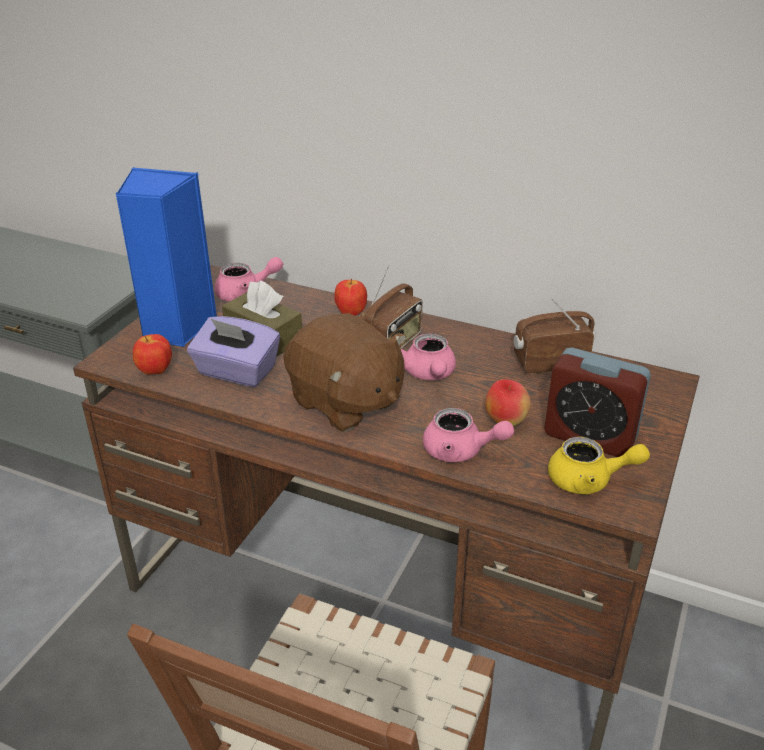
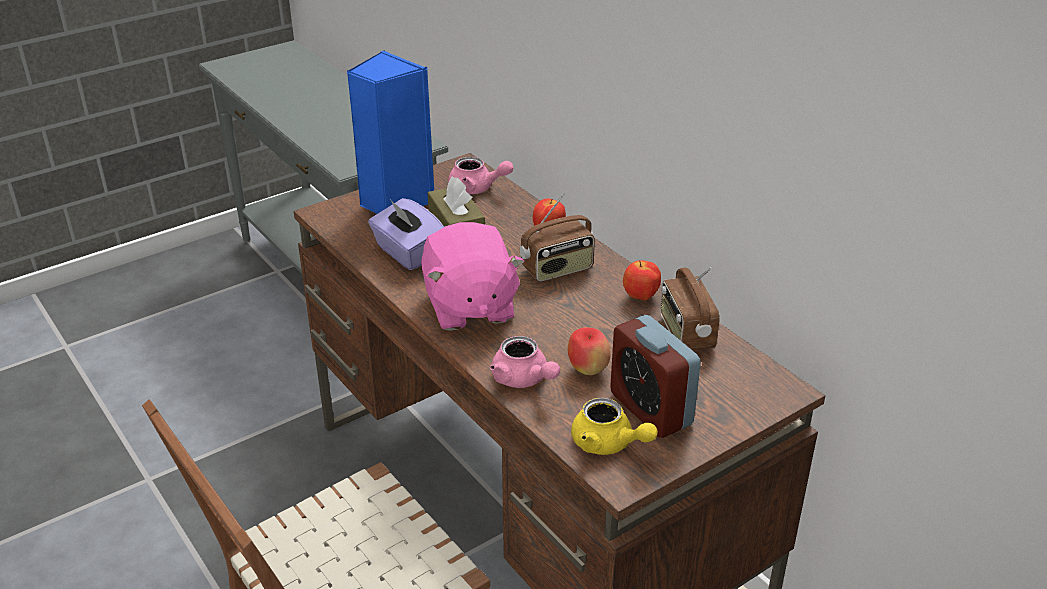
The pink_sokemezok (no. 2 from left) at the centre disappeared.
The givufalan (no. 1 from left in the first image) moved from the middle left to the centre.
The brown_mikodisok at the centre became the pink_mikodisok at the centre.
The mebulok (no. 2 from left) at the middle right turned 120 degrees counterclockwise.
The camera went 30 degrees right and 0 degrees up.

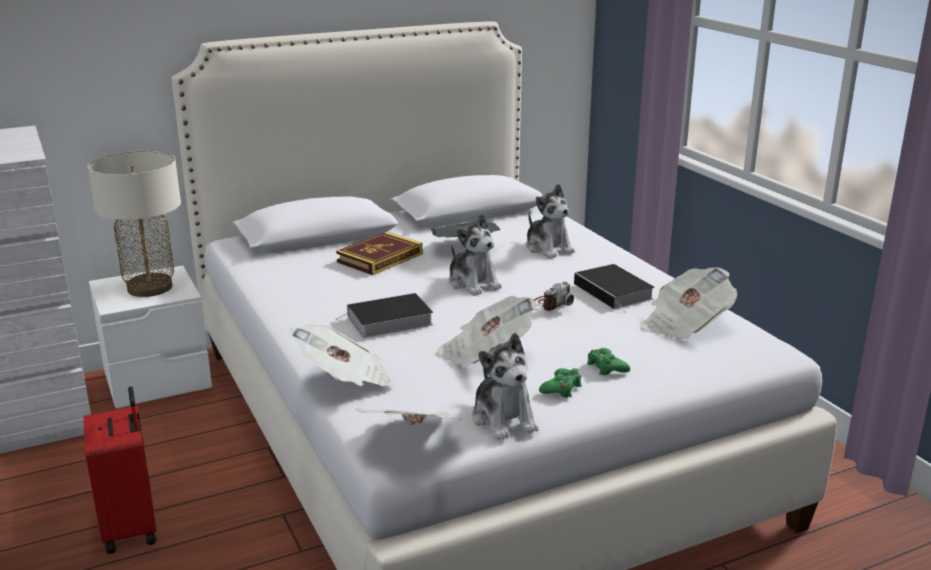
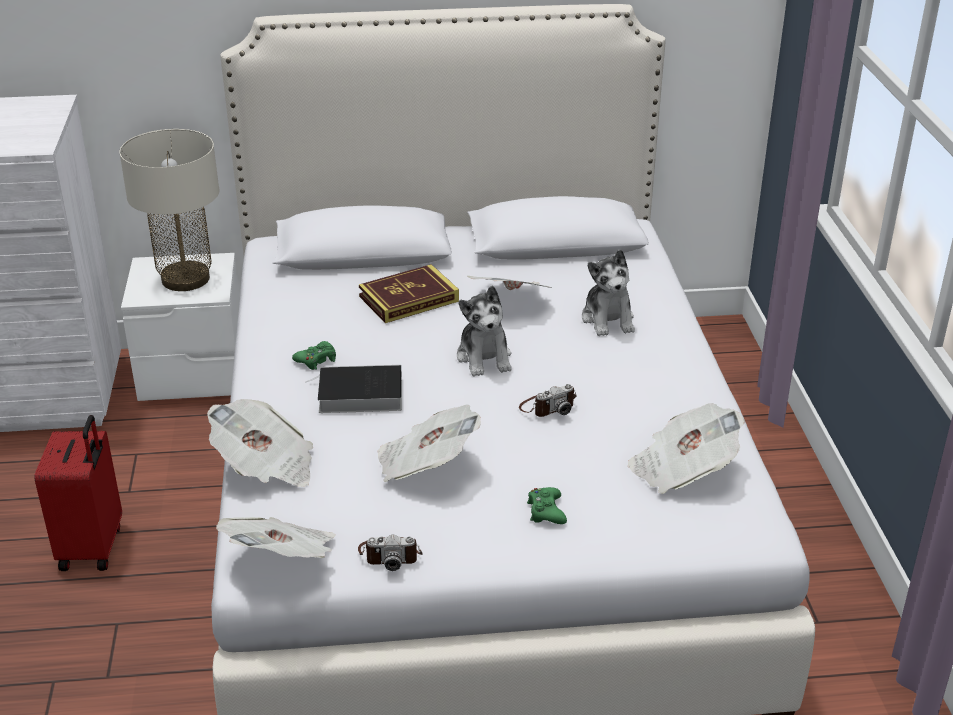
The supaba (no. 3 from left) at the centre disappeared.
The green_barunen (no. 1 from left) moved from the bottom centre to the middle left.
The mikodisok (no. 2 from left) at the bottom centre was replaced by the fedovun (no. 1 from left) at the bottom centre.
The camera went 20 degrees right and 10 degrees up.

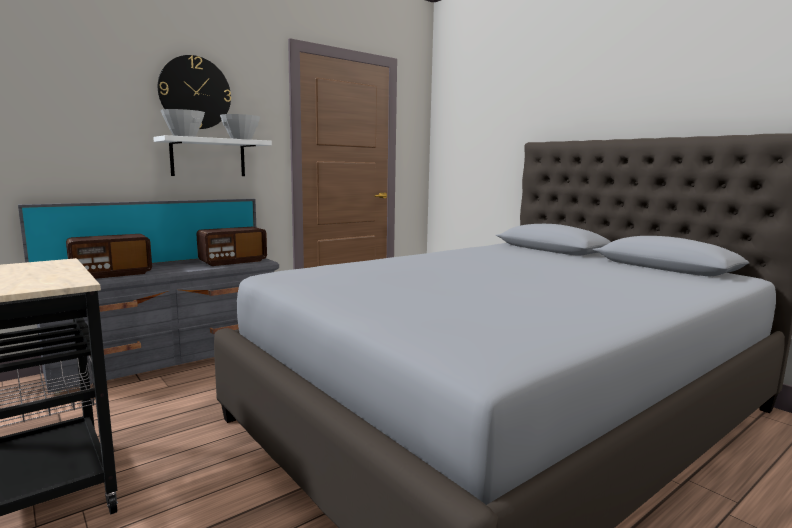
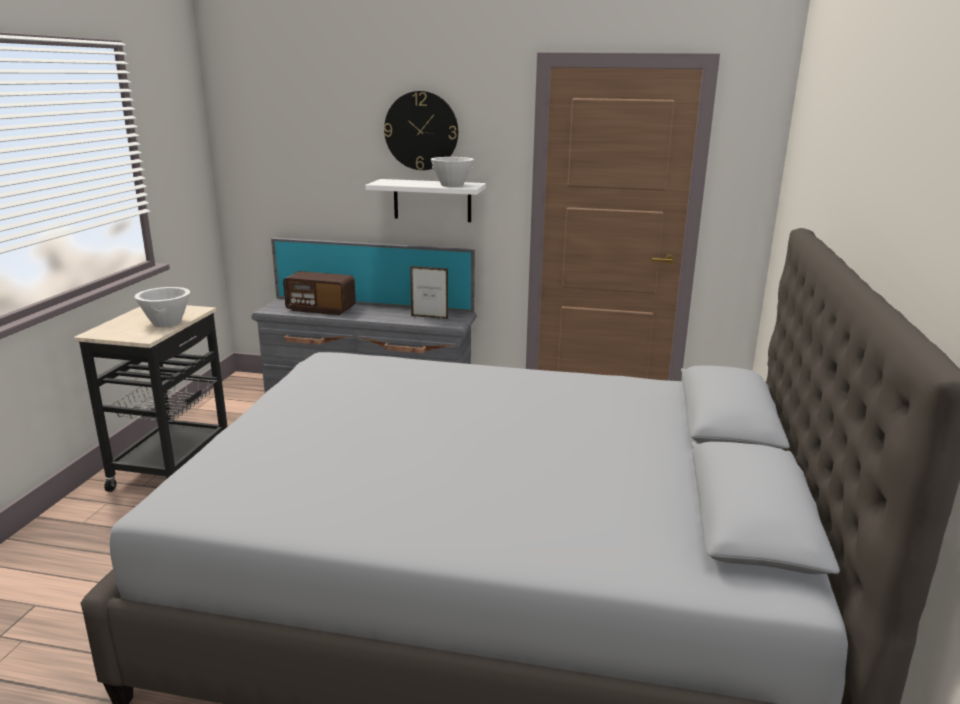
The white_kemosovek (no. 1 from left) moved from the top left to the middle left.
The mebulok (no. 2 from left) at the middle left was replaced by the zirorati at the centre.
The camera went 50 degrees right and 10 degrees up.

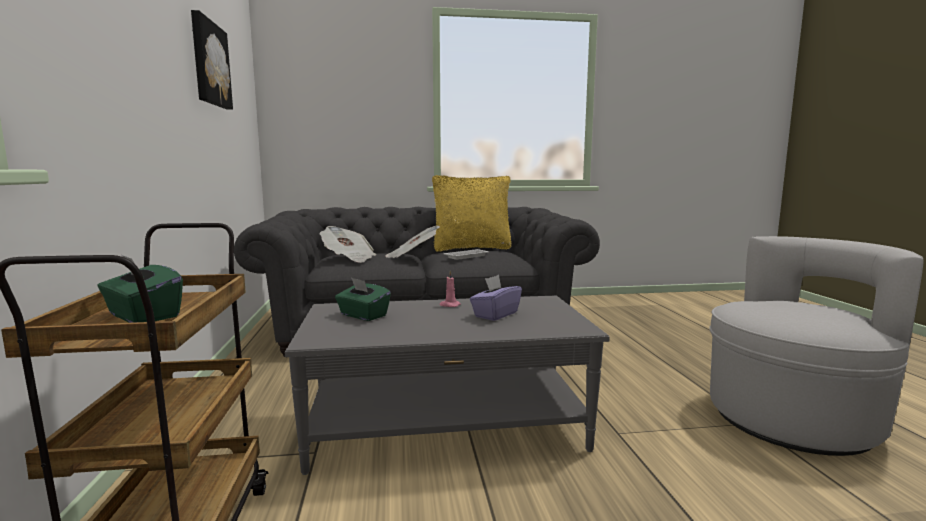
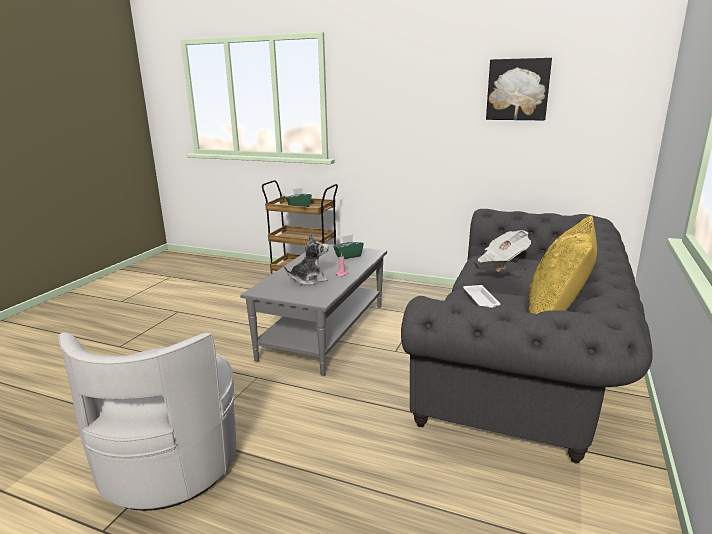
The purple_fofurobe at the centre was replaced by the mikodisok at the centre.
The camera went 120 degrees right and 10 degrees up.

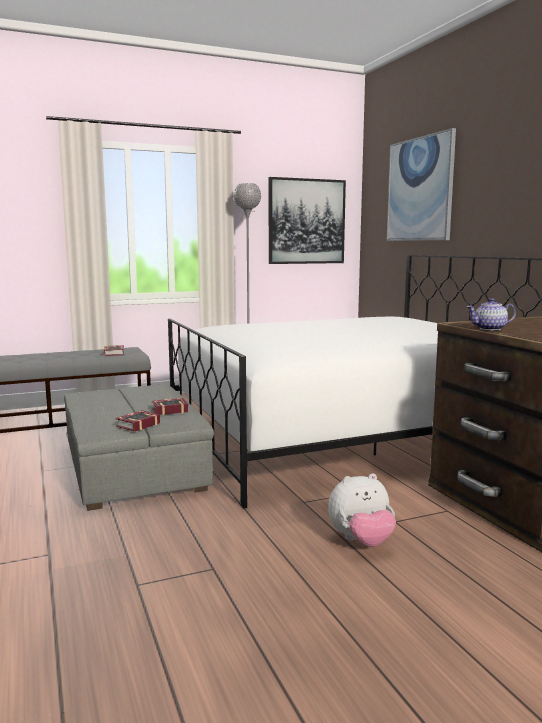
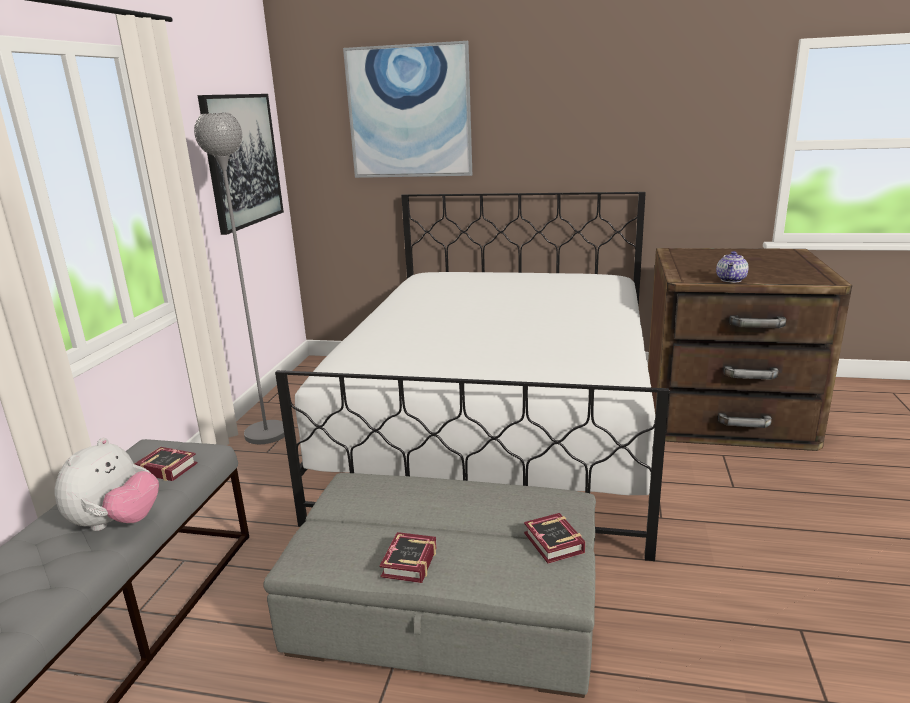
The supaba (no. 3 from left in the first image) moved from the middle left to the bottom centre.
The mikodisok moved from the bottom right to the bottom left.
The camera went 55 degrees left and 10 degrees up.

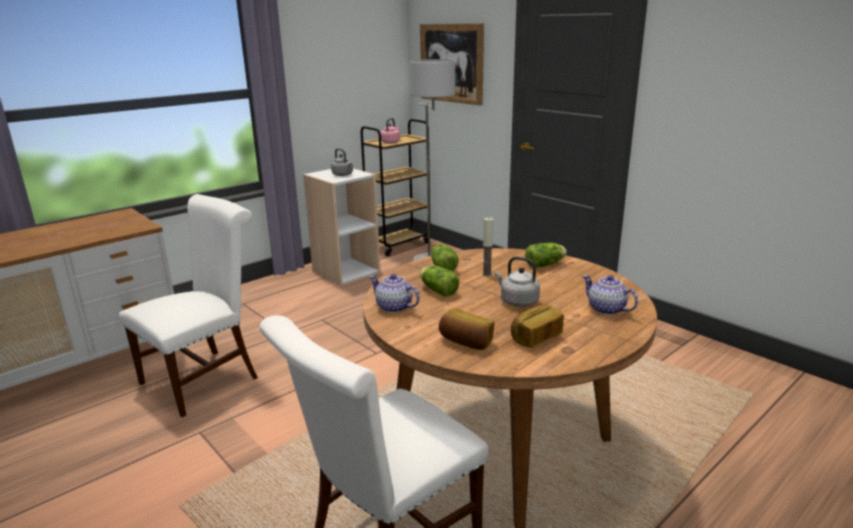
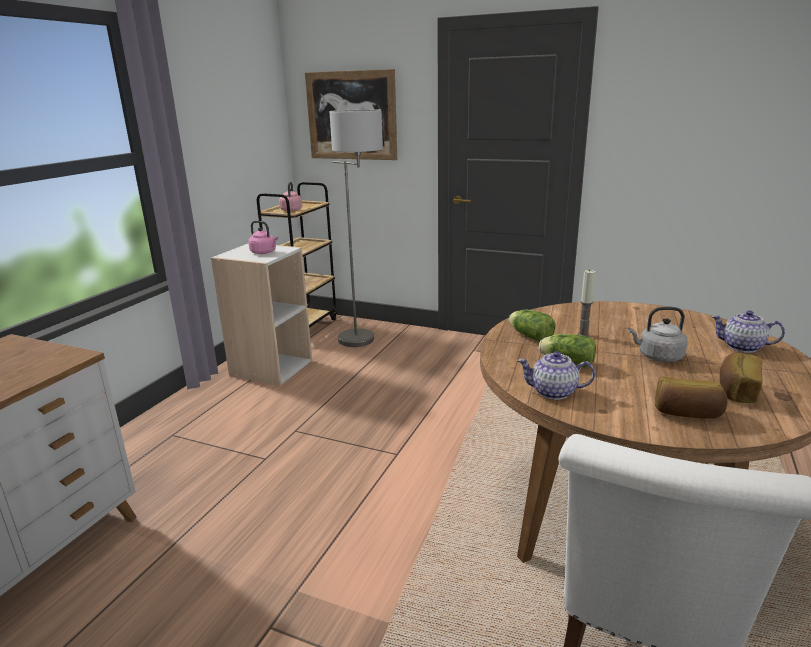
The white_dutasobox (no. 1 from left) at the middle left disappeared.
The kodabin (no. 3 from left) at the centre disappeared.
The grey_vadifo (no. 1 from left) at the top centre became the pink_vadifo (no. 1 from left) at the middle left.
The camera went 25 degrees left and 0 degrees up.

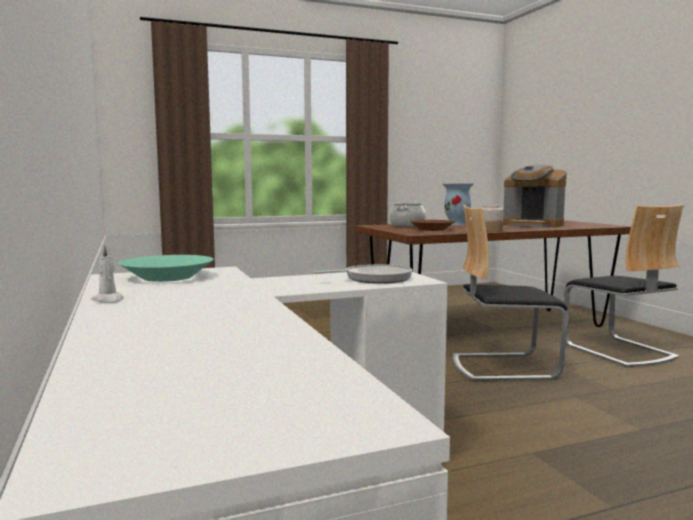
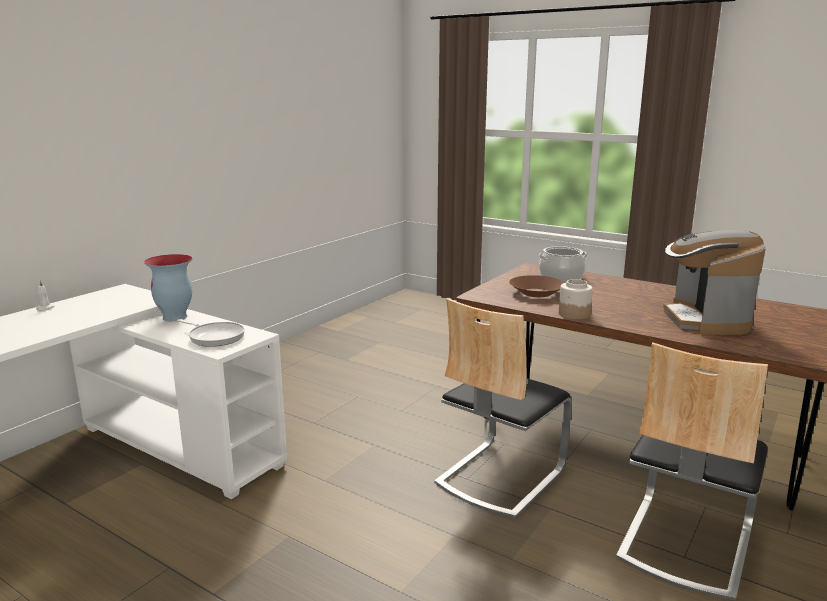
The turquoise_kemosovek at the middle left disappeared.
The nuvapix moved from the centre to the middle left.
The dutasobox (no. 1 from left) at the middle right turned 105 degrees counterclockwise.
The camera went 55 degrees right and 10 degrees up.

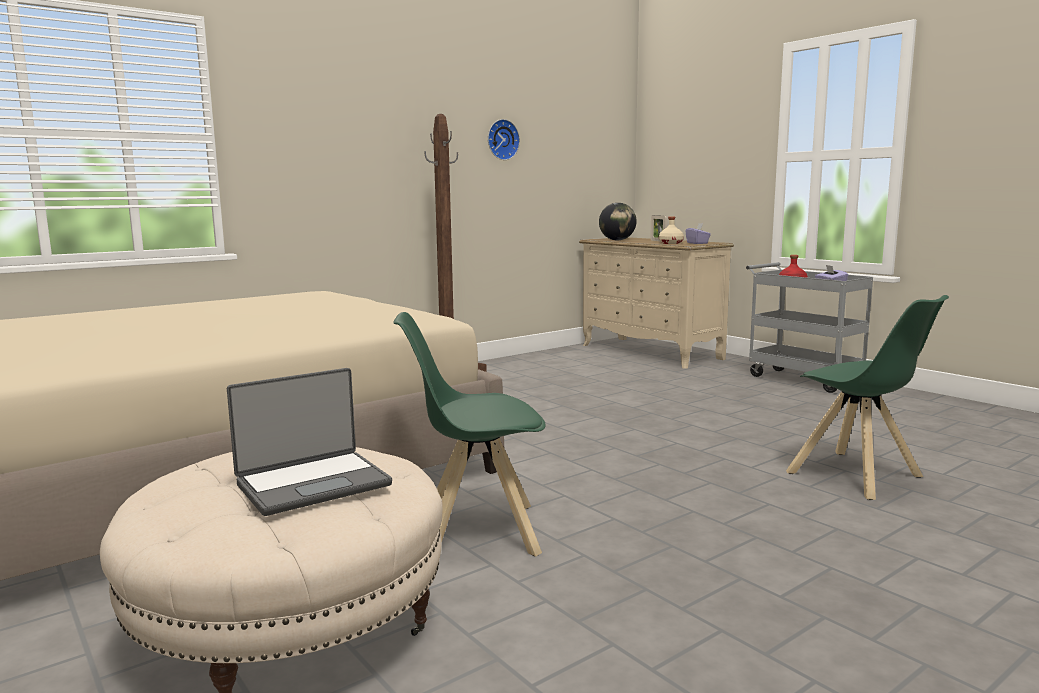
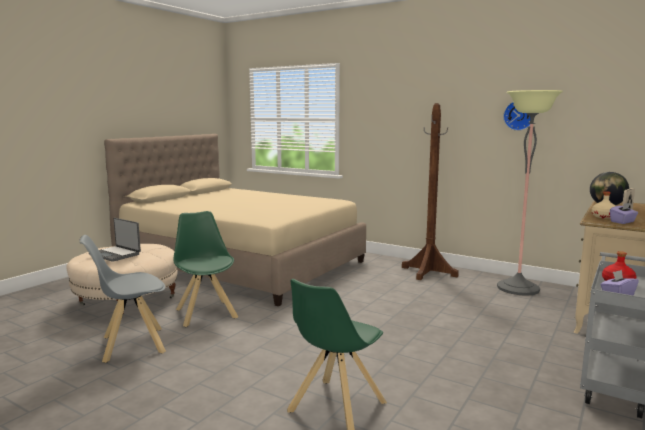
The grey_dutasobox at the bottom left appeared.
The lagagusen at the middle right appeared.
The camera went 70 degrees right and 0 degrees up.

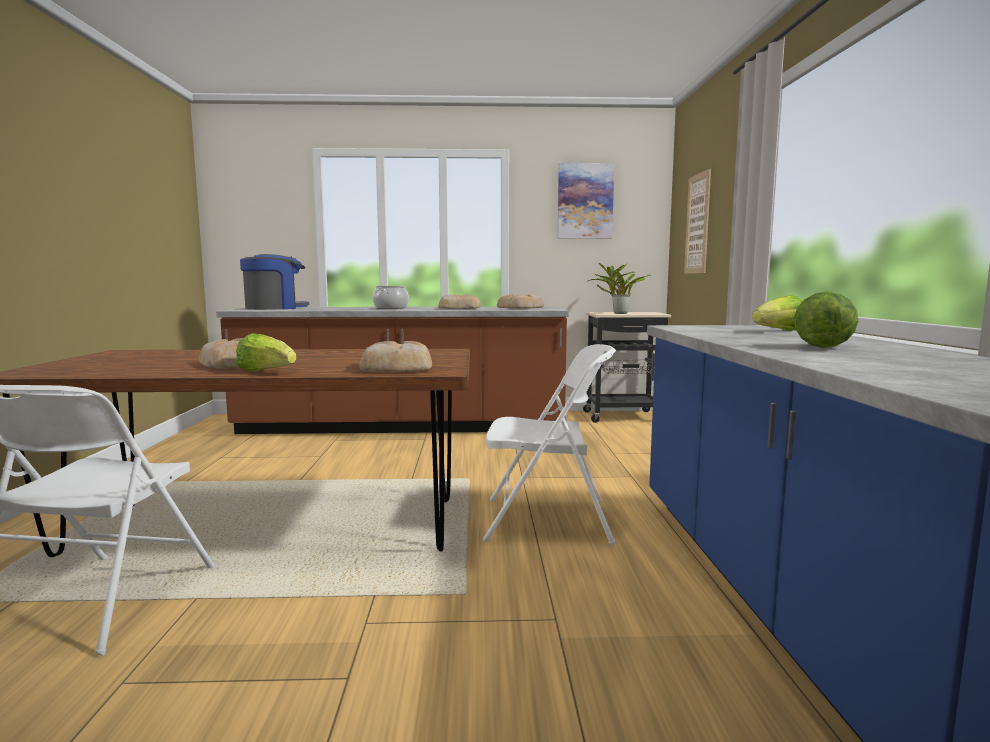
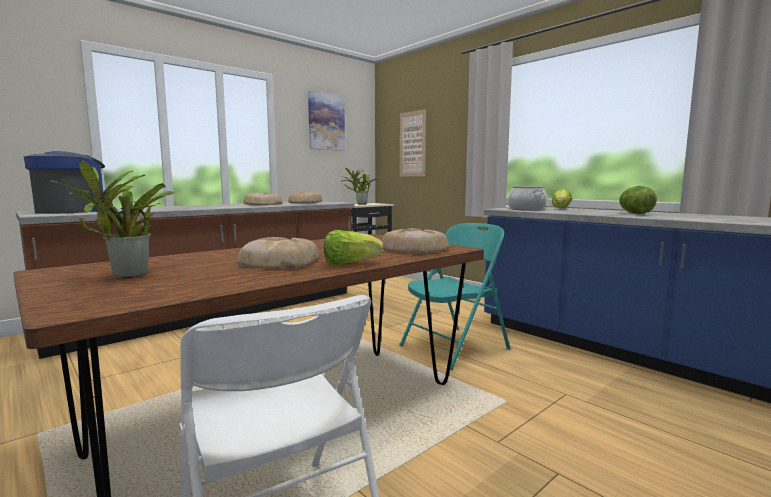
The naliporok (no. 1 from left) at the middle left appeared.
The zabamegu moved from the centre to the middle right.
The white_dutasobox (no. 2 from left) at the centre became the turquoise_dutasobox at the centre.
The camera went 40 degrees left and 0 degrees up.

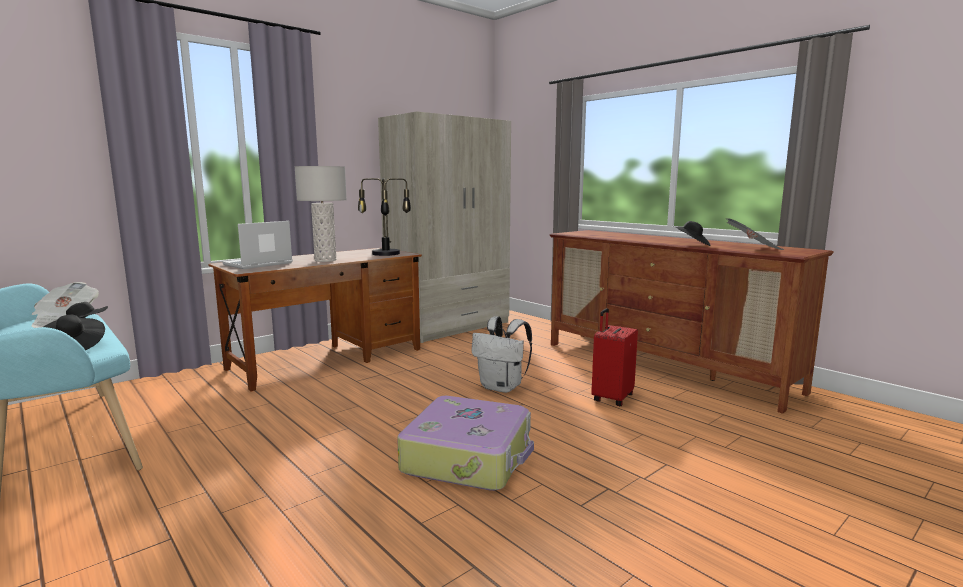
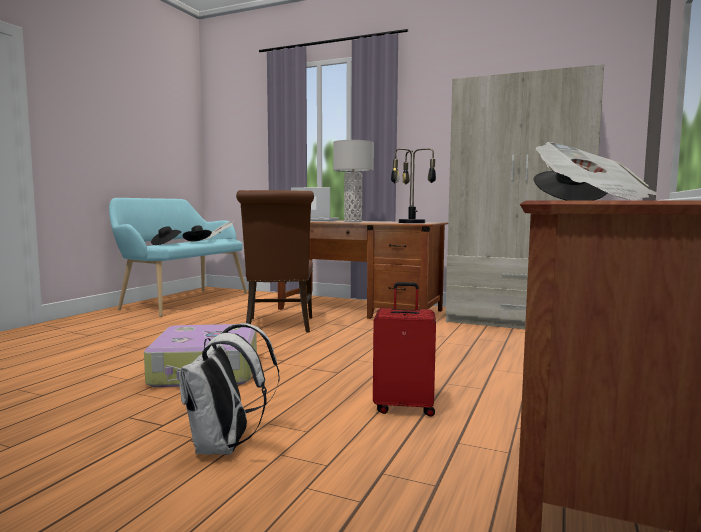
The brown_dutasobox at the centre appeared.
The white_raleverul moved from the centre to the bottom left.
The camera went 65 degrees right and 5 degrees down.

